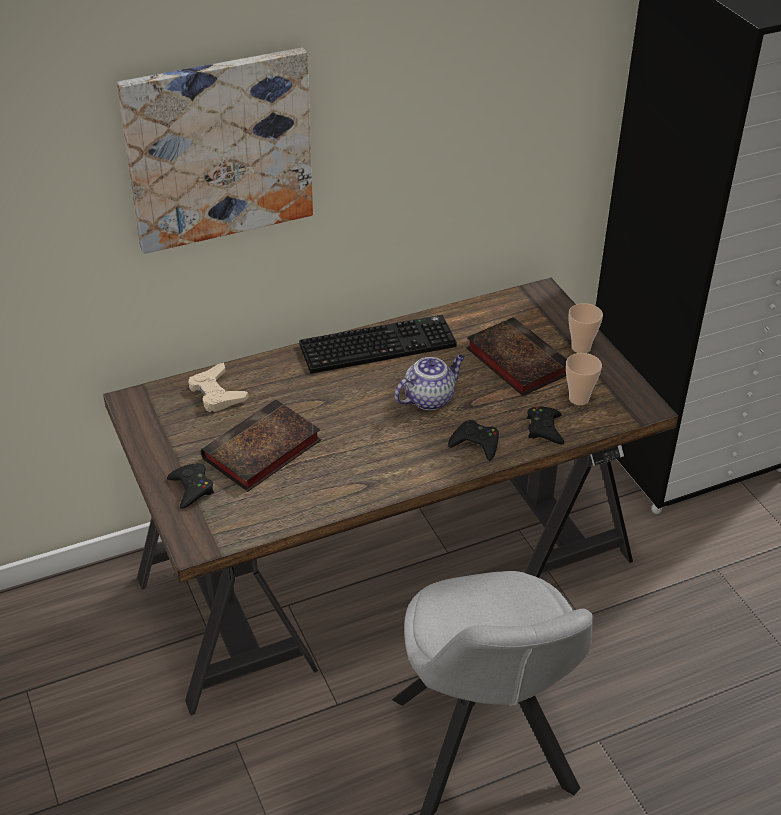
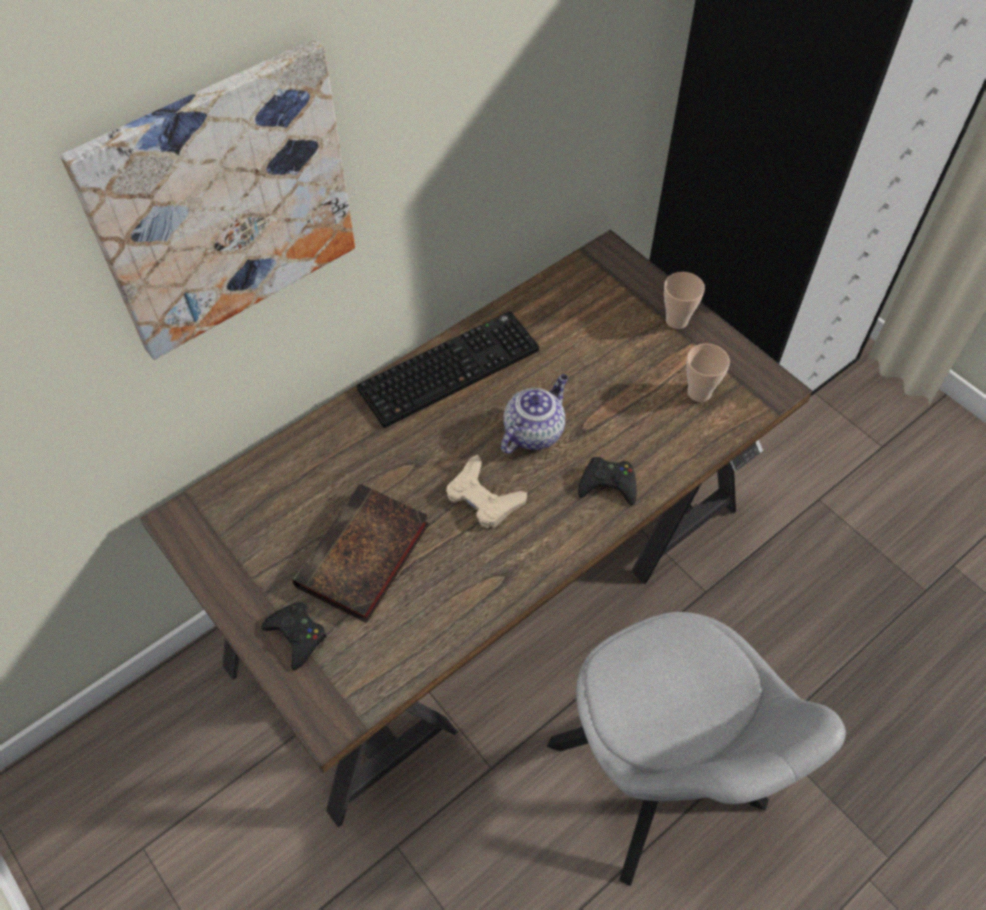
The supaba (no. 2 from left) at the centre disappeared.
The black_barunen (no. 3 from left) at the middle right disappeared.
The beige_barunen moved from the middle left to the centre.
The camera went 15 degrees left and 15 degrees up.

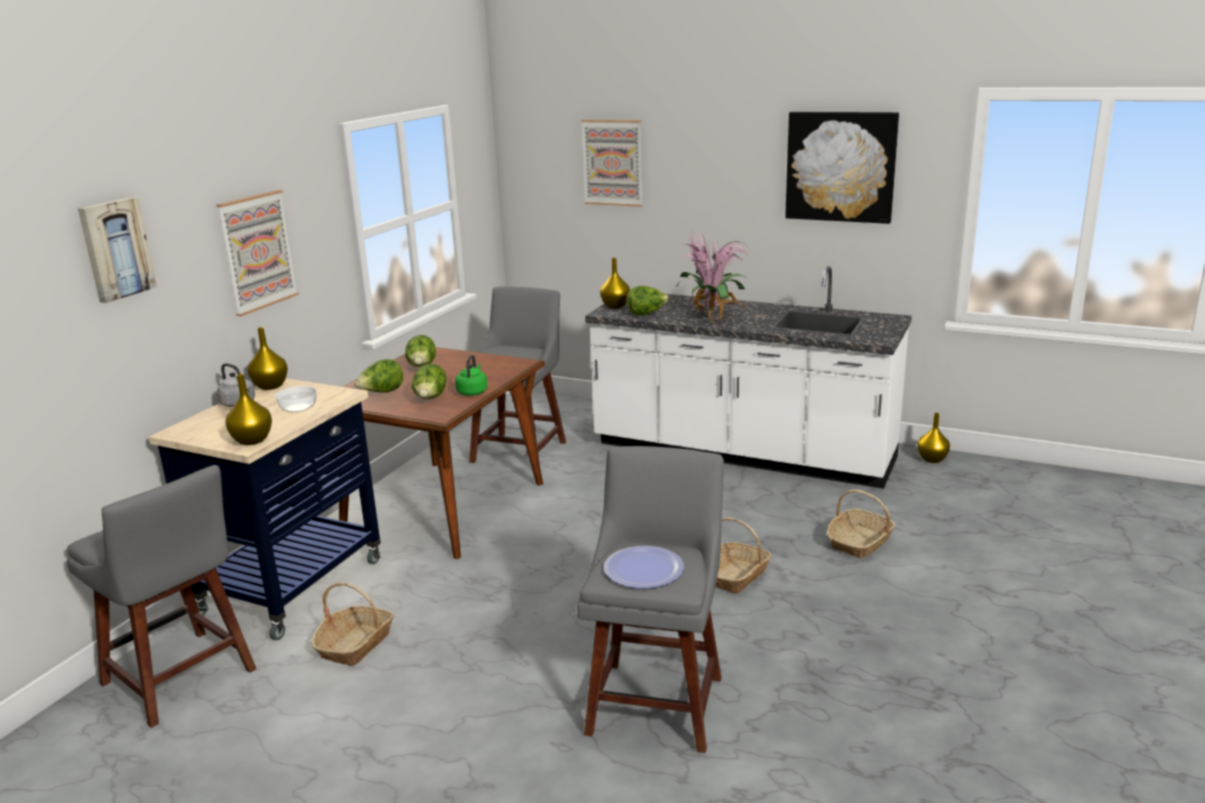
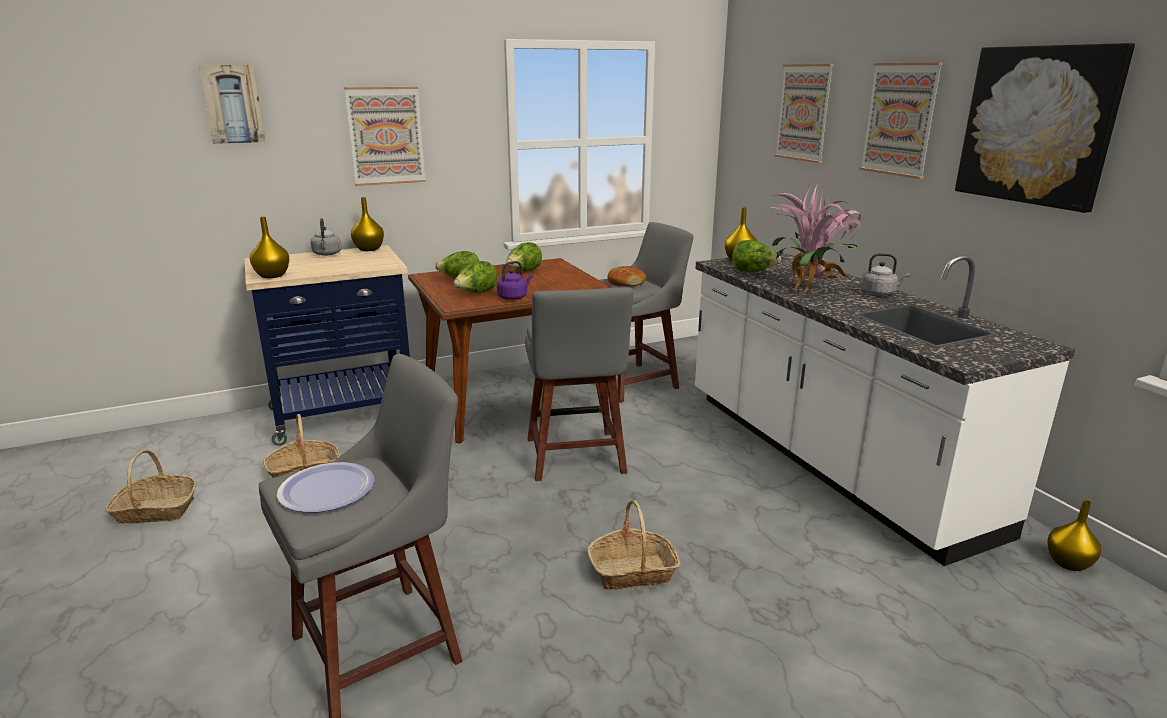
The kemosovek at the middle left disappeared.
The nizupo at the centre appeared.
The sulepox (no. 4 from left) at the top right appeared.
The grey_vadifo (no. 2 from left) at the middle right appeared.
The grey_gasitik (no. 1 from left in the first image) moved from the bottom left to the centre.
The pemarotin (no. 3 from left in the first image) moved from the middle right to the bottom left.
The green_vadifo at the centre became the purple_vadifo at the centre.
The camera went 40 degrees right and 0 degrees up.

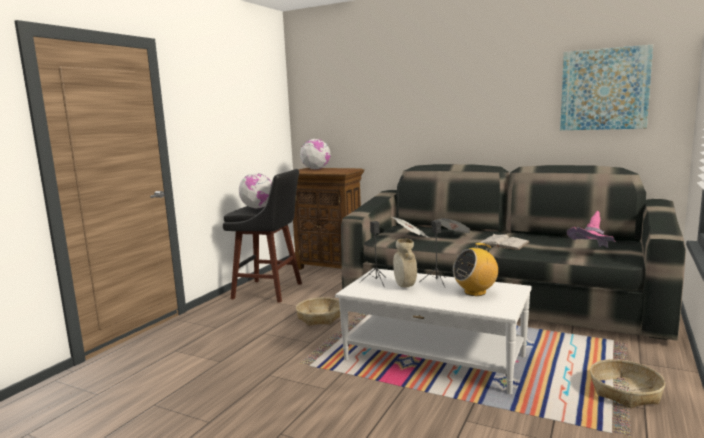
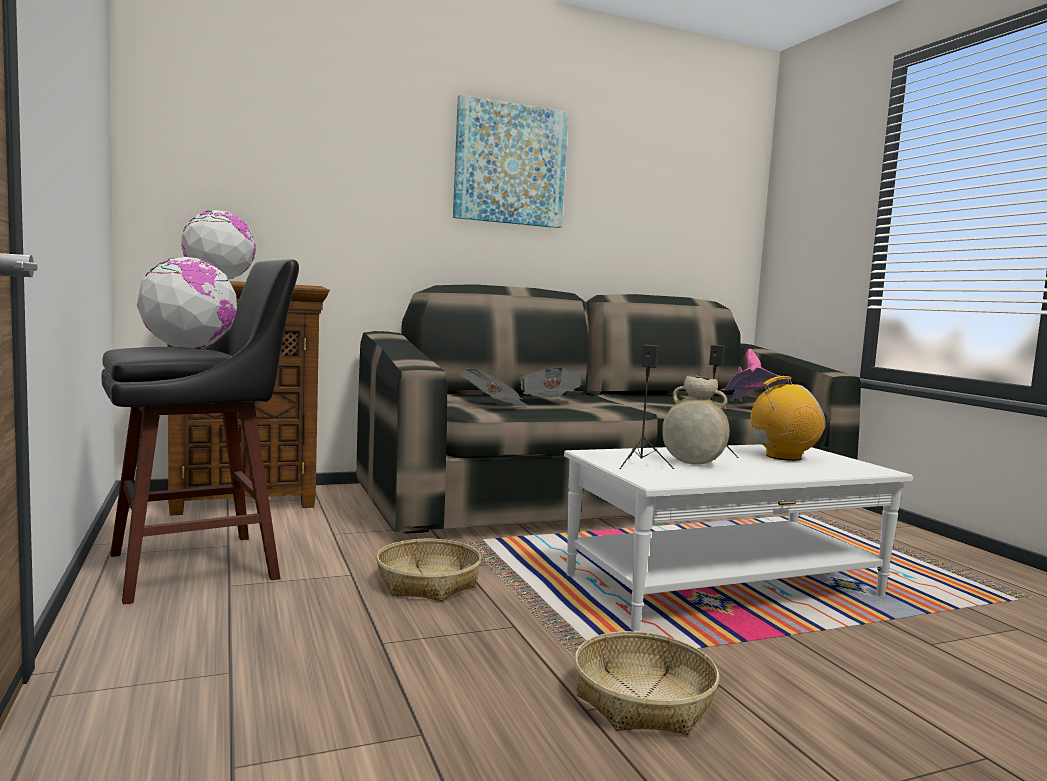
The white_supaba at the middle right disappeared.
The sulepox moved from the top right to the top centre.
The pemarotin (no. 2 from left) moved from the bottom right to the bottom centre.
The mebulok at the middle right turned 120 degrees counterclockwise.
The camera went 50 degrees left and 5 degrees down.

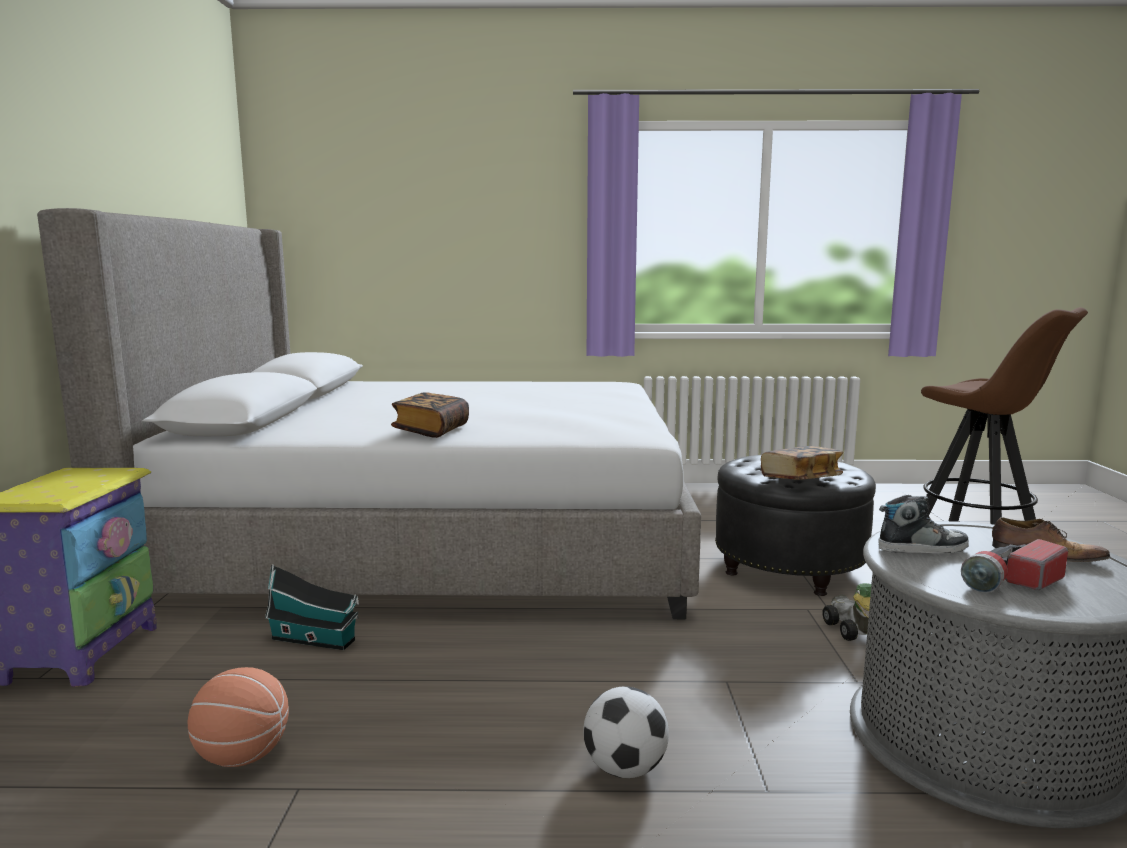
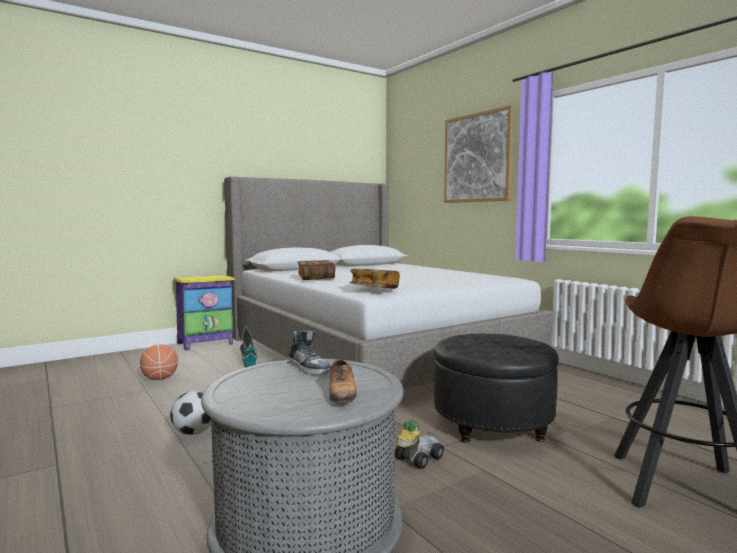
The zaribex at the bottom right disappeared.
The sulepox at the top centre appeared.
The supaba (no. 2 from left) moved from the middle right to the centre.
The camera went 55 degrees right and 5 degrees down.

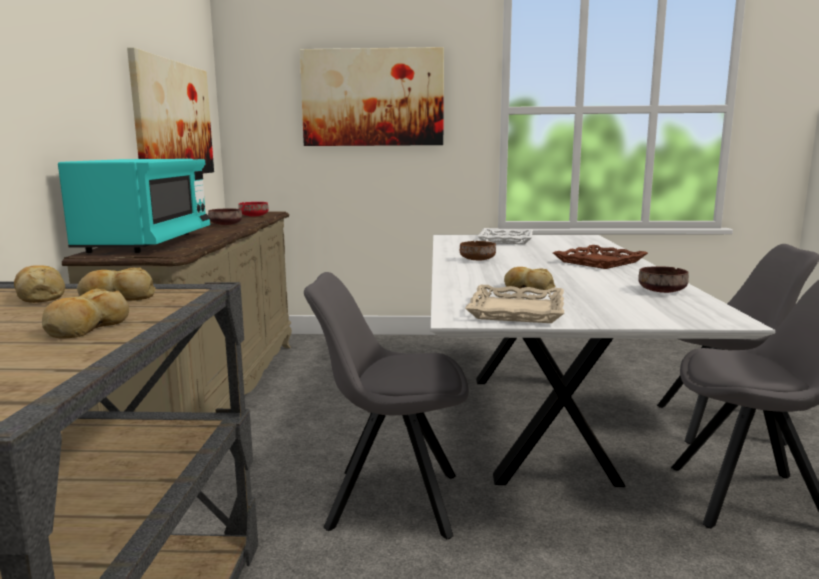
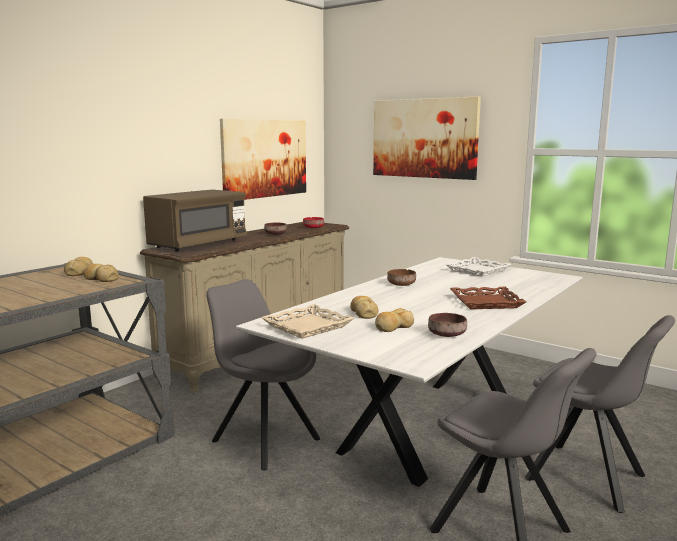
The nizupo (no. 2 from left in the first image) moved from the middle left to the centre.
The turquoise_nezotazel at the middle left became the brown_nezotazel at the middle left.
The camera went 35 degrees right and 0 degrees up.

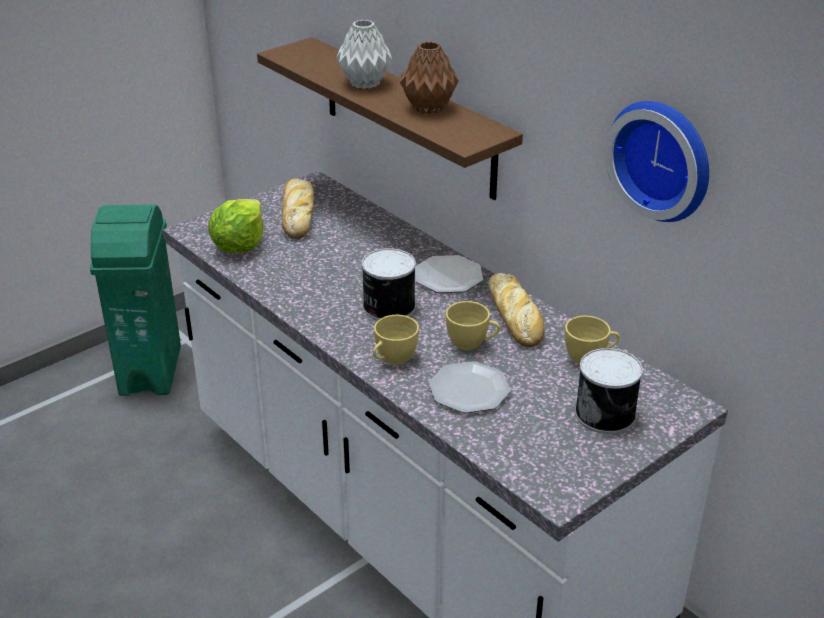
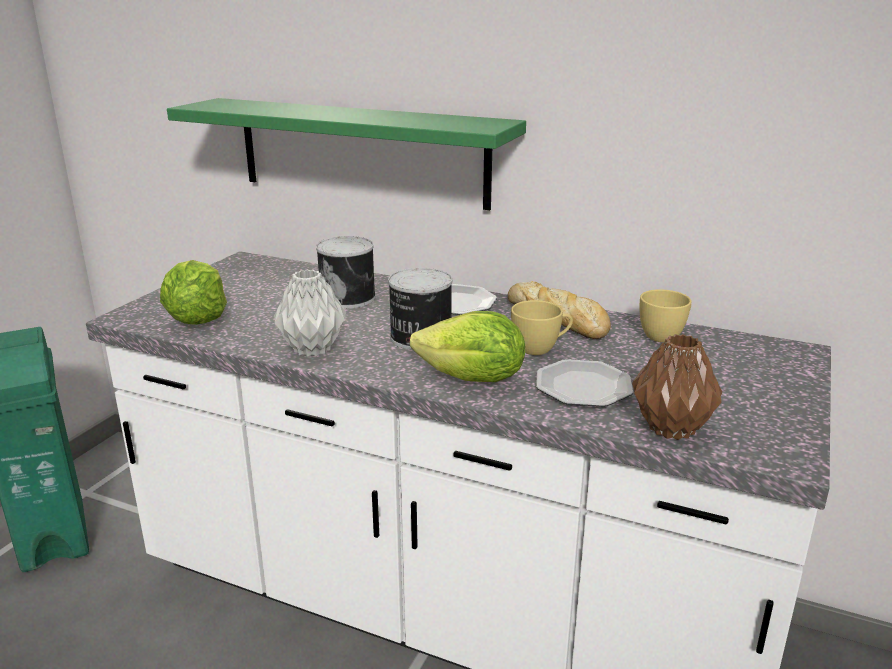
The nizupo (no. 1 from left) at the centre disappeared.
The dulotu at the top right disappeared.
The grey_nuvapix moved from the top centre to the centre.
The brown_nuvapix moved from the top centre to the middle right.
The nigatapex (no. 2 from left in the first image) moved from the middle right to the centre.
The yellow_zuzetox (no. 1 from left) at the centre was replaced by the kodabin (no. 2 from left) at the centre.
The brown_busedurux at the top centre became the green_busedurux at the top centre.
The camera went 25 degrees left and 10 degrees down.

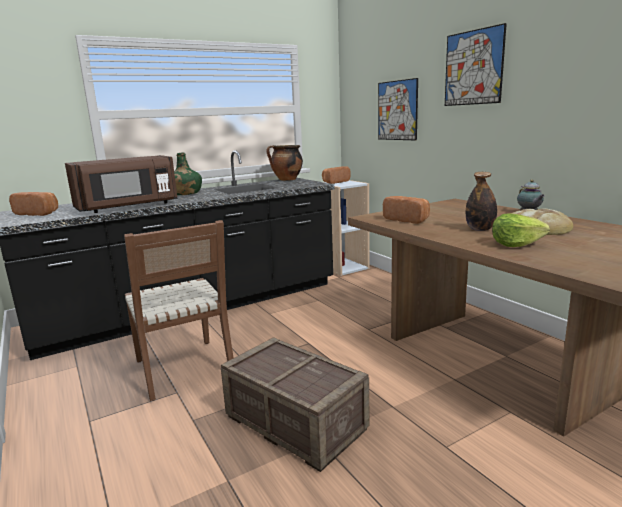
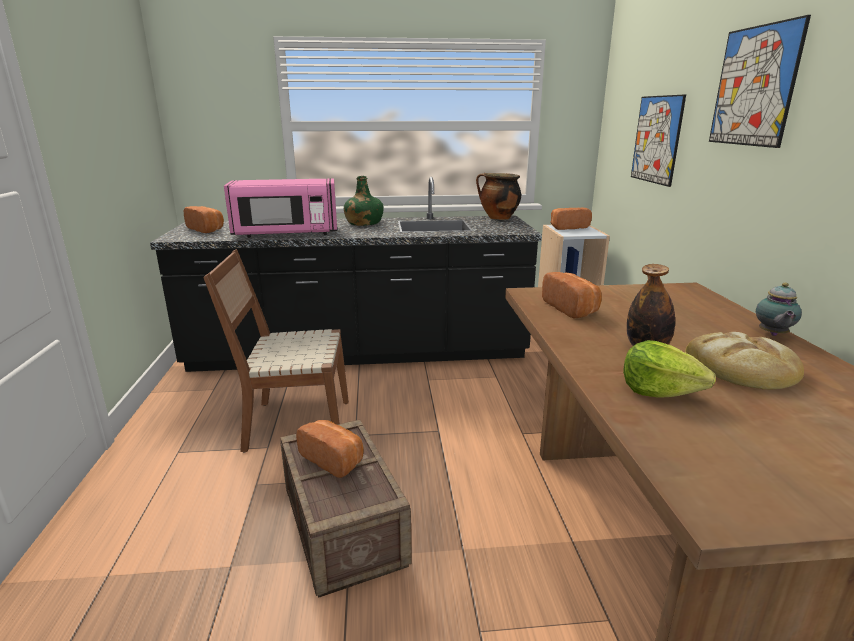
The nizupo (no. 2 from left) at the bottom centre appeared.
The brown_nezotazel at the middle left became the pink_nezotazel at the top left.
The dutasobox at the middle left turned 90 degrees clockwise.
The camera went 25 degrees right and 5 degrees up.

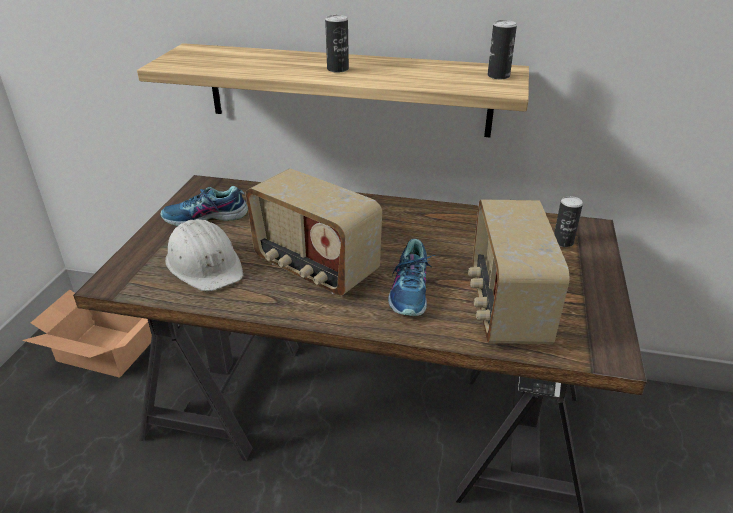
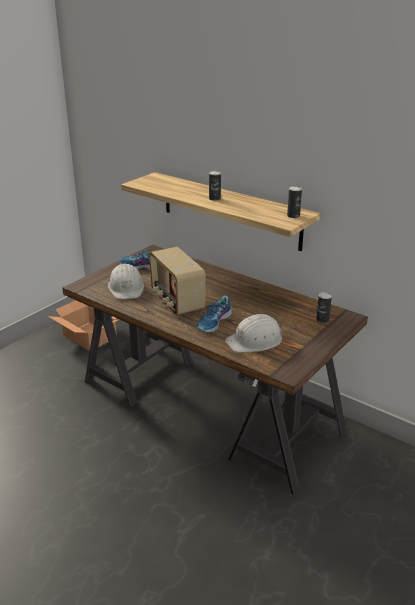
The mebulok (no. 2 from left) at the middle right was replaced by the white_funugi (no. 2 from left) at the centre.
The camera went 25 degrees right and 5 degrees down.

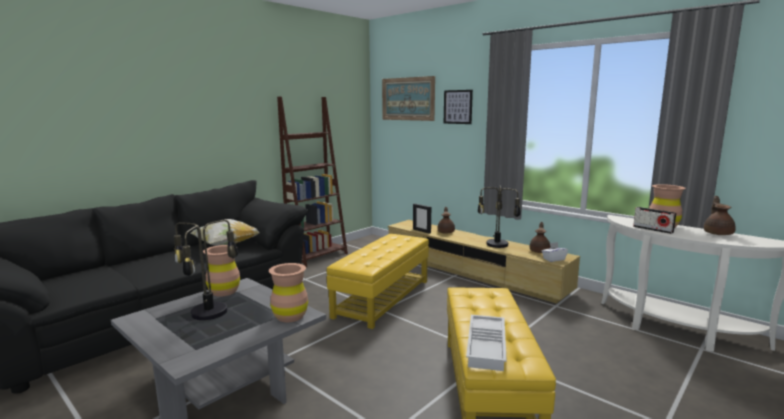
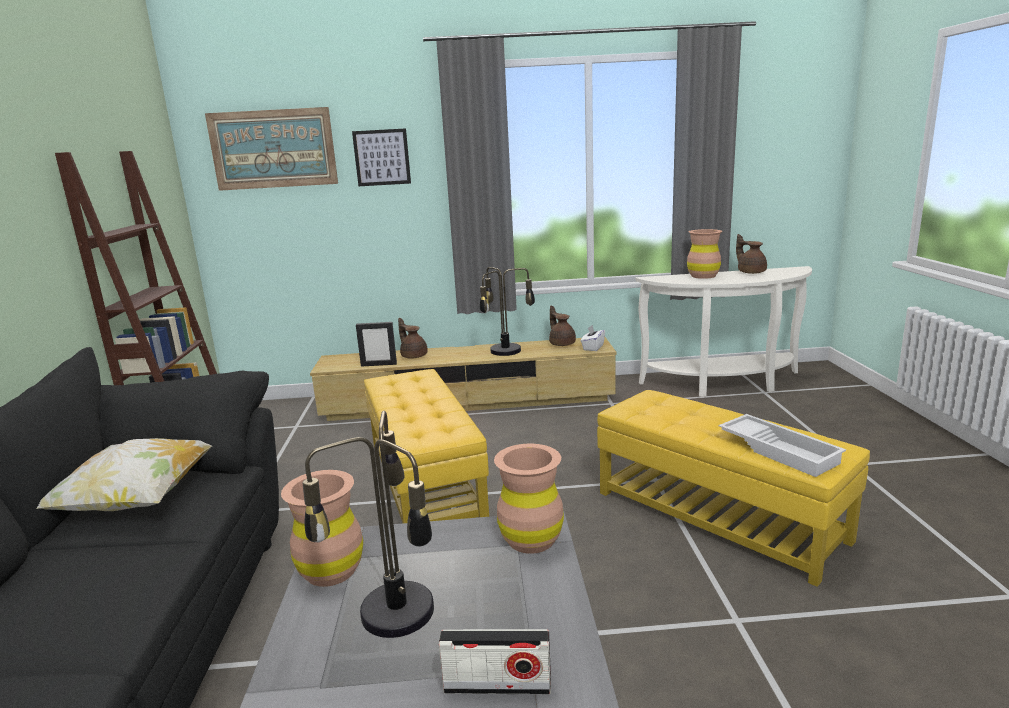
The mebulok moved from the middle right to the bottom centre.
The camera went 45 degrees left and 5 degrees up.

